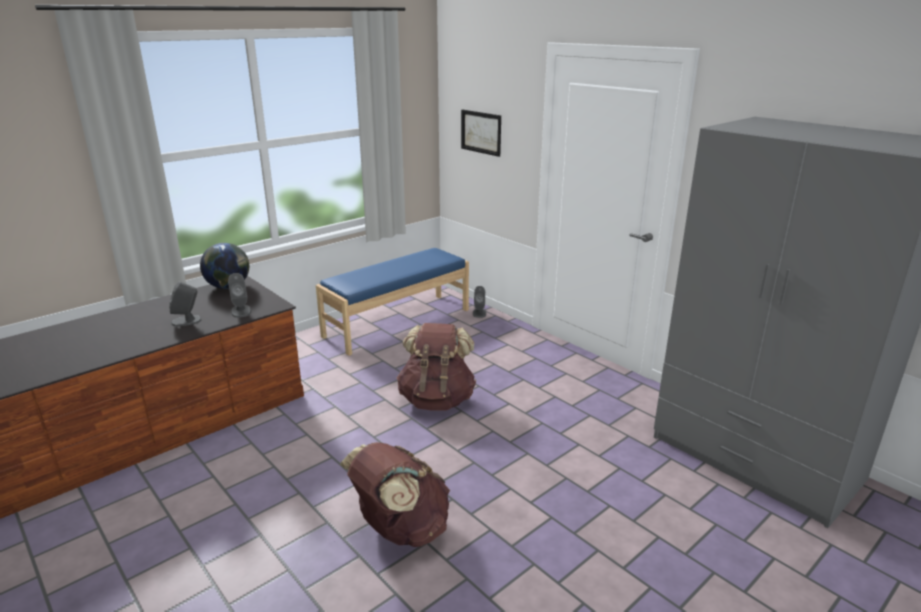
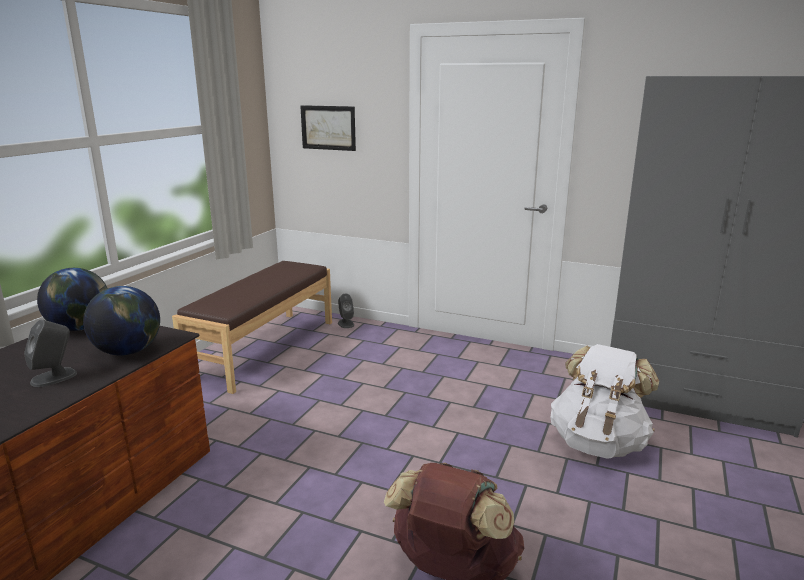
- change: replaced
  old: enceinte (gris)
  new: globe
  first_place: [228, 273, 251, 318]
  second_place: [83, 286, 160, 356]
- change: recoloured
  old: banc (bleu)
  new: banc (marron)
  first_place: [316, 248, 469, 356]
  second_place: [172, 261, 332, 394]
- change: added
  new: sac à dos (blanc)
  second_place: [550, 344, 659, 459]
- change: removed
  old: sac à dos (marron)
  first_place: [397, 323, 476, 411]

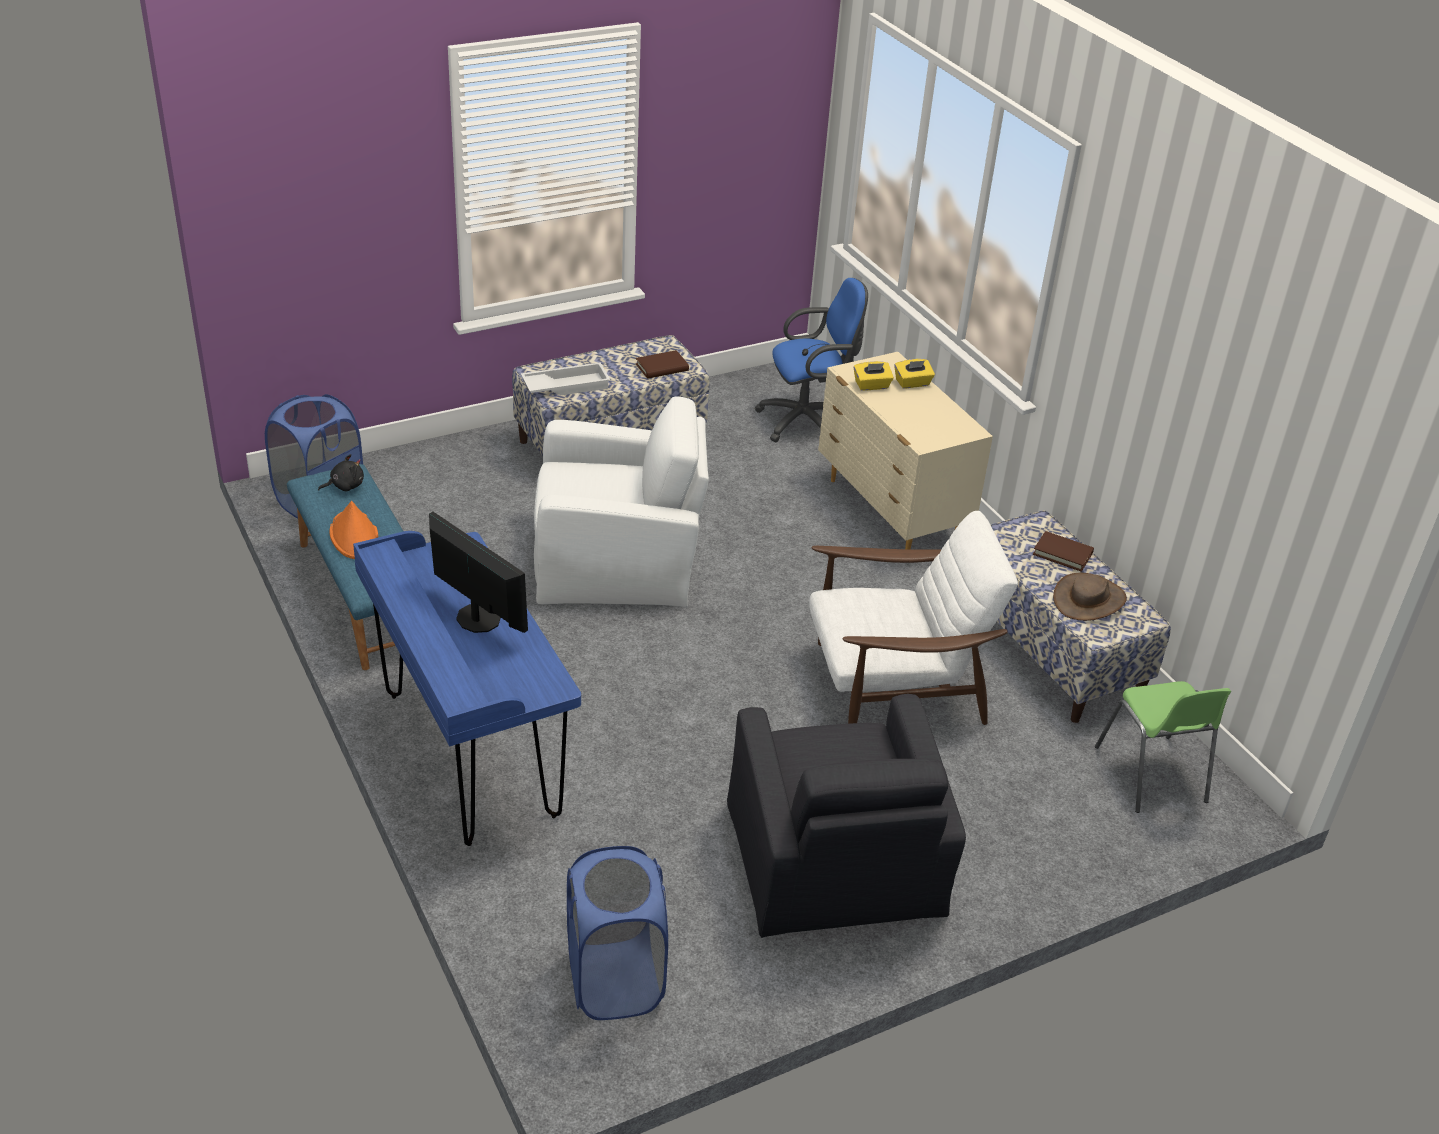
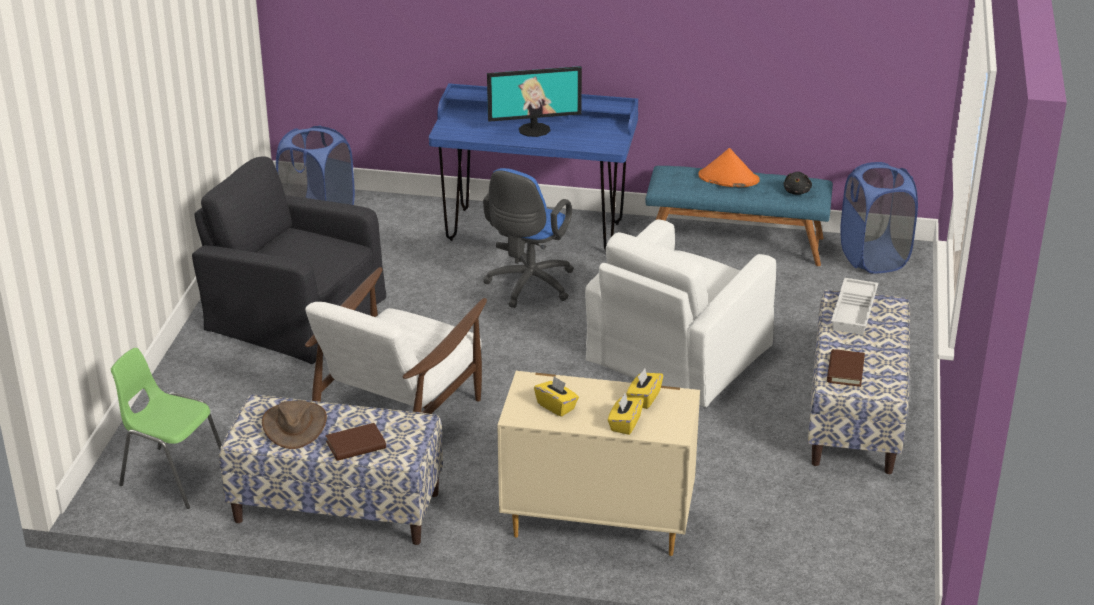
- change: moved
  old: chaise de bureau (bleu)
  first_place: [755, 278, 868, 442]
  second_place: [483, 168, 574, 308]
- change: added
  new: boîte à mouchoirs (jaune)
  second_place: [534, 376, 579, 417]

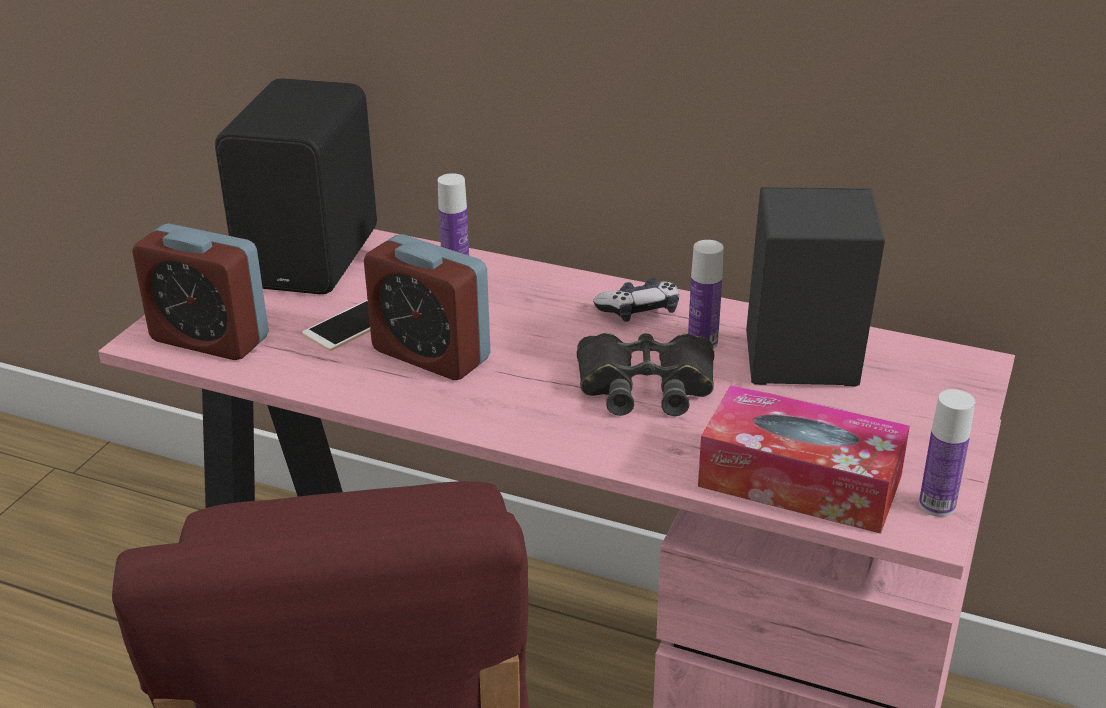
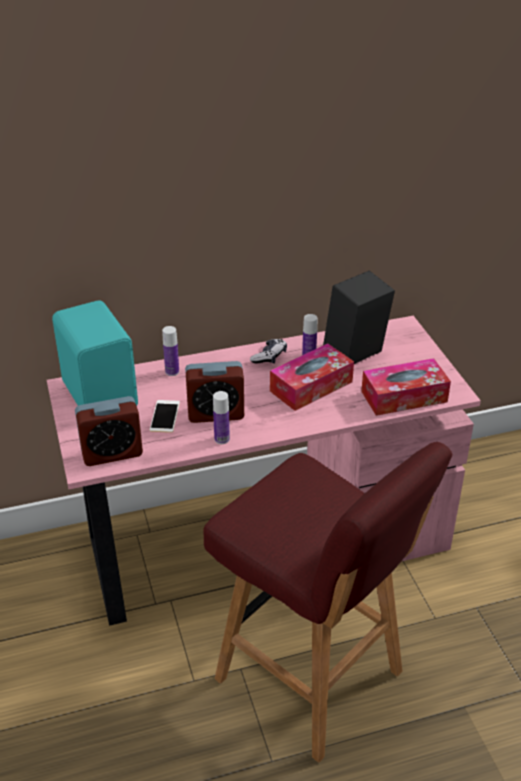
- change: recoloured
  old: enceinte (noir)
  new: enceinte (turquoise)
  first_place: [215, 78, 377, 294]
  second_place: [52, 300, 138, 406]
- change: moved
  old: bouteille
  first_place: [919, 389, 975, 517]
  second_place: [213, 391, 230, 444]
- change: replaced
  old: jumelles (noir)
  new: boîte à mouchoirs
  first_place: [577, 333, 714, 416]
  second_place: [270, 343, 354, 411]

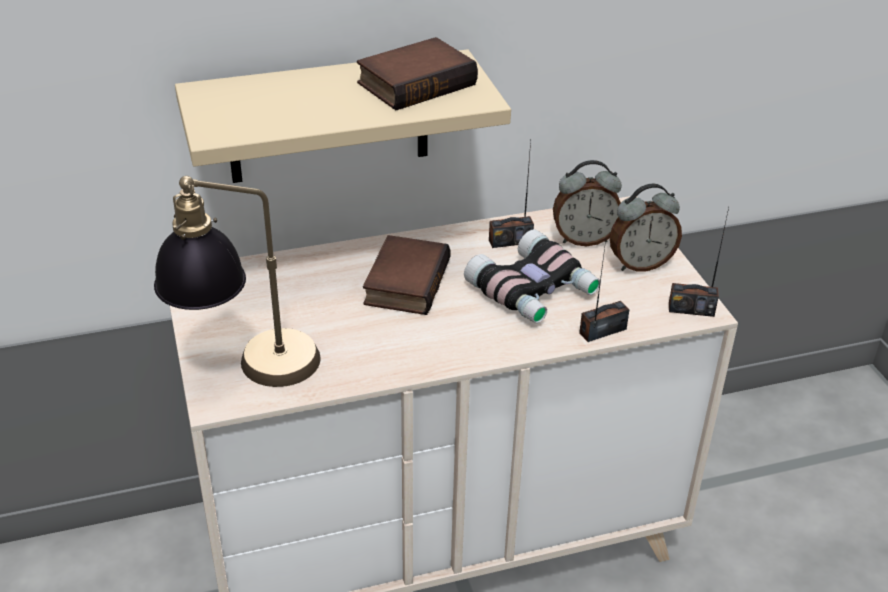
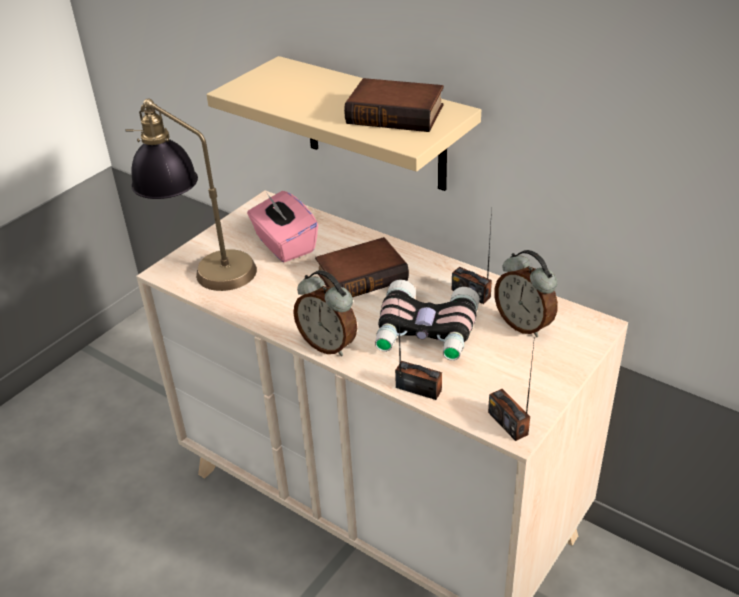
- change: added
  new: boîte à mouchoirs (rose)
  second_place: [247, 191, 318, 262]
- change: moved
  old: réveil
  first_place: [610, 184, 682, 272]
  second_place: [293, 270, 357, 356]

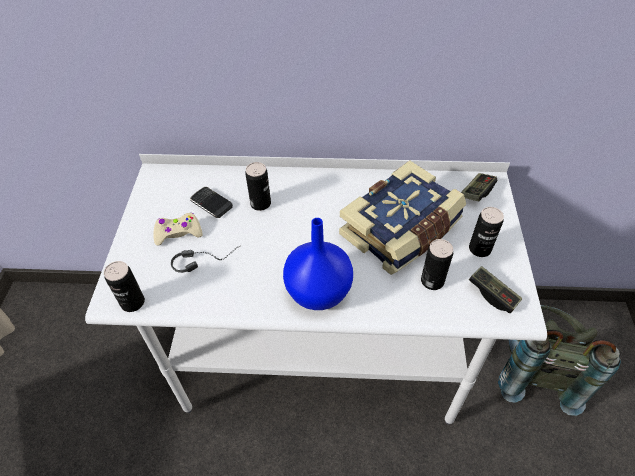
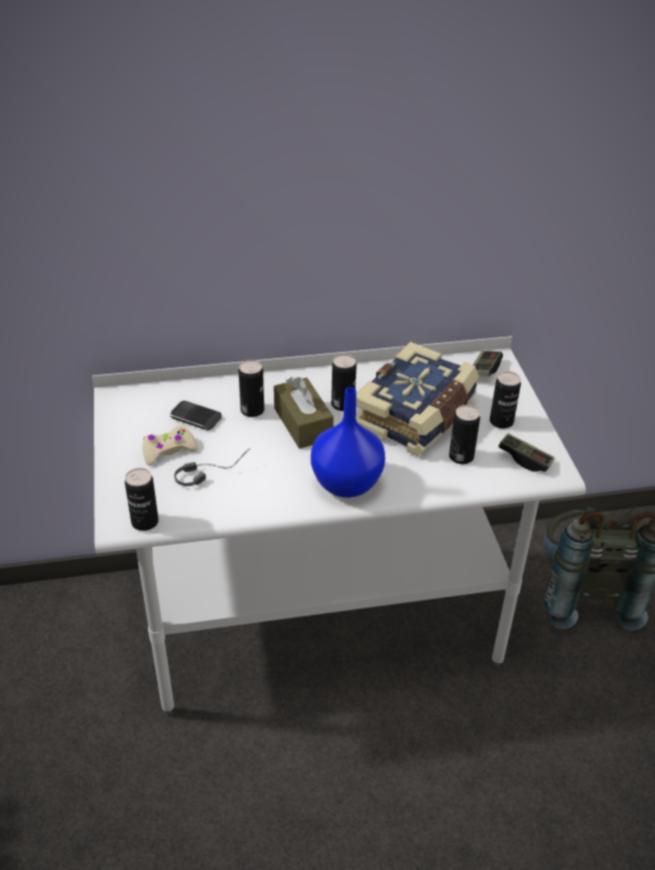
- change: added
  new: boîte à mouchoirs (marron)
  second_place: [274, 377, 334, 449]
- change: added
  new: boîte métallique
  second_place: [331, 354, 356, 411]

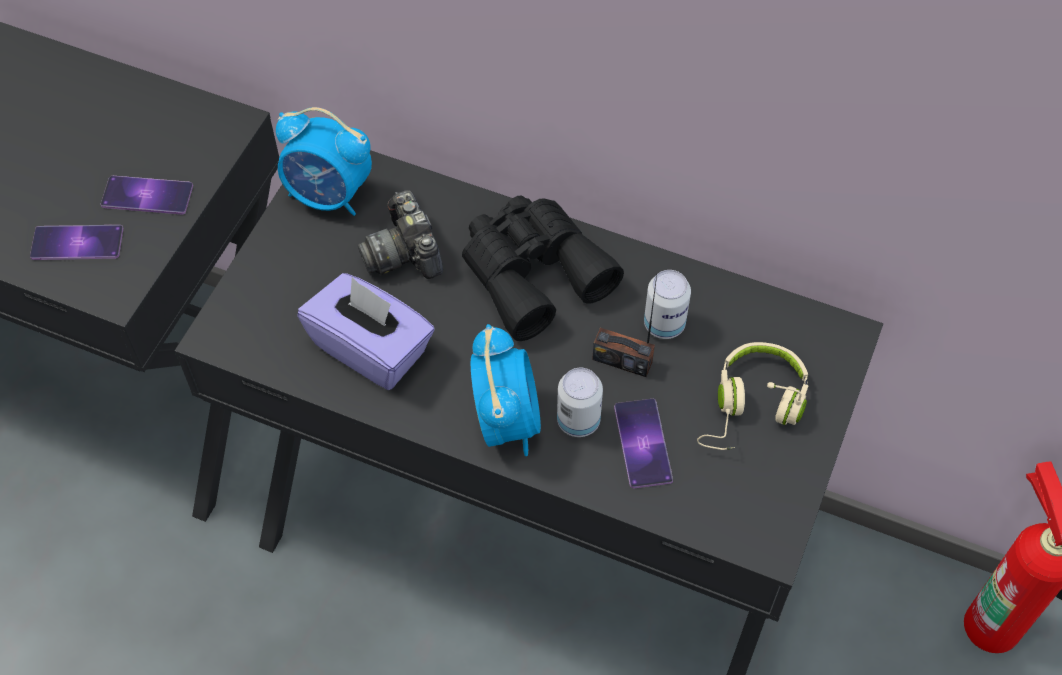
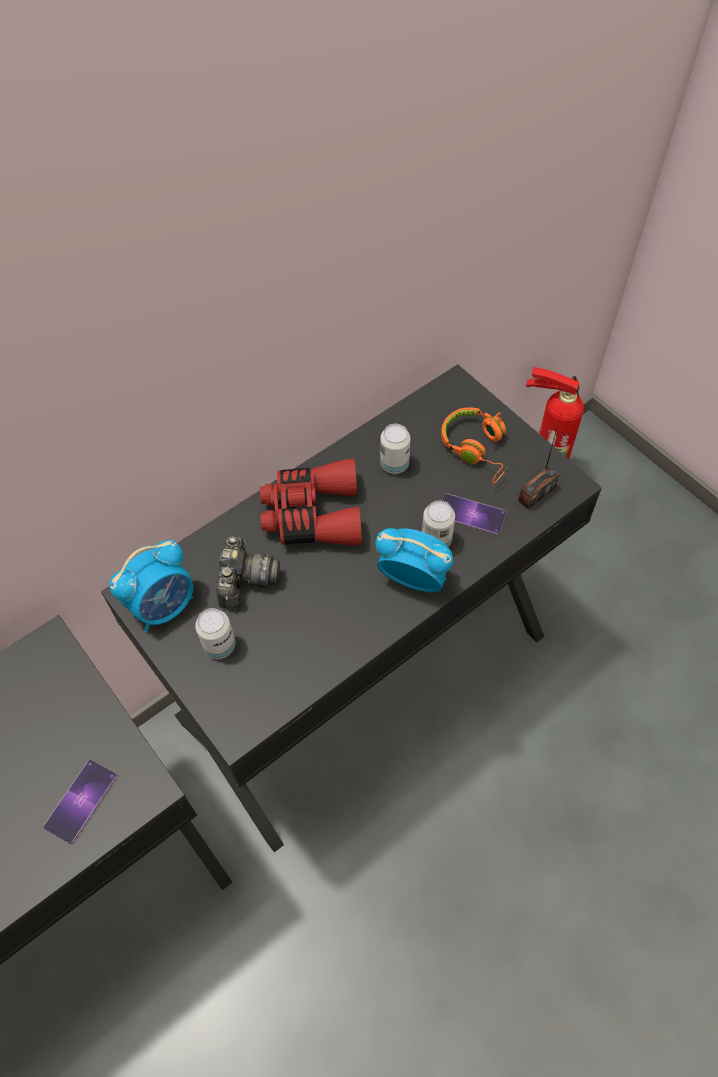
- change: added
  new: boîte métallique
  second_place: [195, 608, 236, 659]
- change: turned
  old: appareil photo
  first_place: [358, 190, 443, 279]
  second_place: [216, 536, 280, 609]
  degrees: -90
- change: recoloured
  old: jumelles (noir)
  new: jumelles (rouge)
  first_place: [462, 195, 624, 341]
  second_place: [260, 459, 362, 546]
- change: recoloured
  old: casque audio (beige)
  new: casque audio (orange)
  first_place: [697, 342, 808, 450]
  second_place: [441, 408, 508, 484]
- change: moved
  old: radio
  first_place: [592, 275, 657, 377]
  second_place: [518, 414, 561, 509]
- change: removed
  old: téléphone
  first_place: [101, 176, 193, 214]
- change: removed
  old: boîte à mouchoirs (violet)
  first_place: [297, 273, 435, 390]

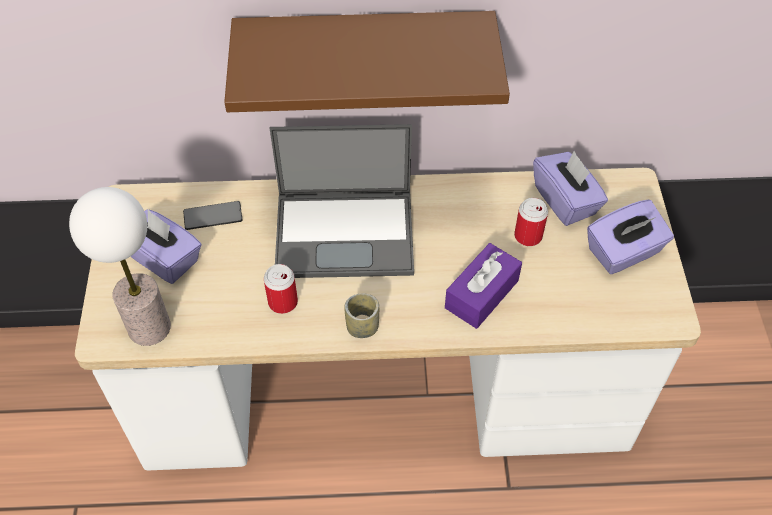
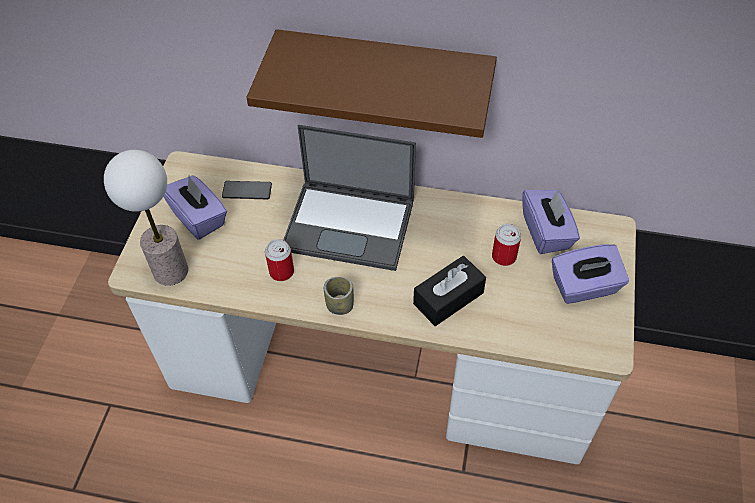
- change: recoloured
  old: boîte à mouchoirs (violet)
  new: boîte à mouchoirs (noir)
  first_place: [445, 243, 522, 329]
  second_place: [413, 256, 486, 326]

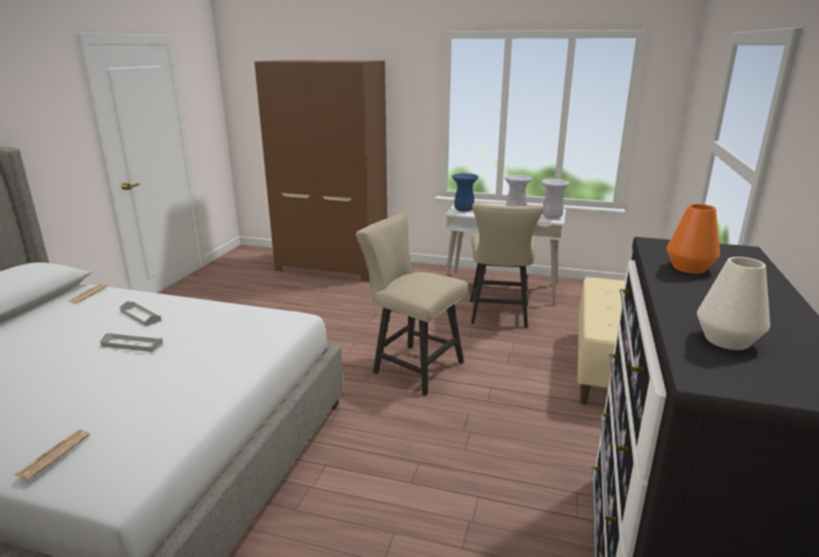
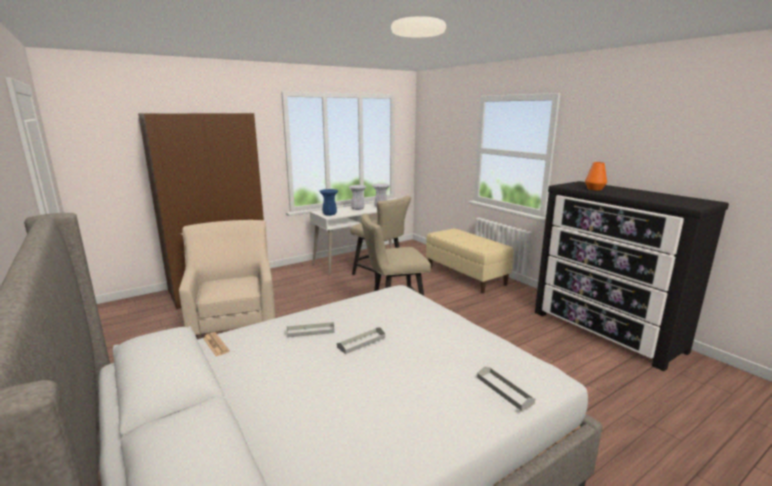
- change: added
  new: fauteuil (beige)
  second_place: [179, 220, 275, 339]
- change: replaced
  old: journal
  new: plateau (gris)
  first_place: [15, 430, 90, 480]
  second_place: [477, 366, 535, 411]
- change: removed
  old: vase (blanc)
  first_place: [697, 257, 770, 350]

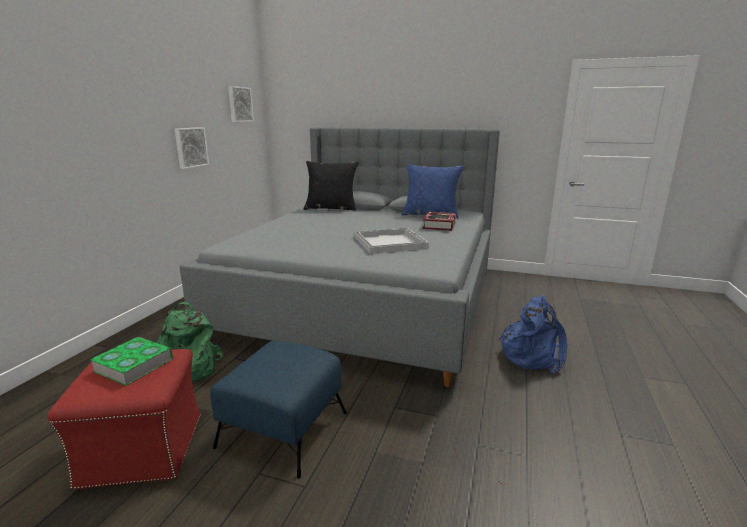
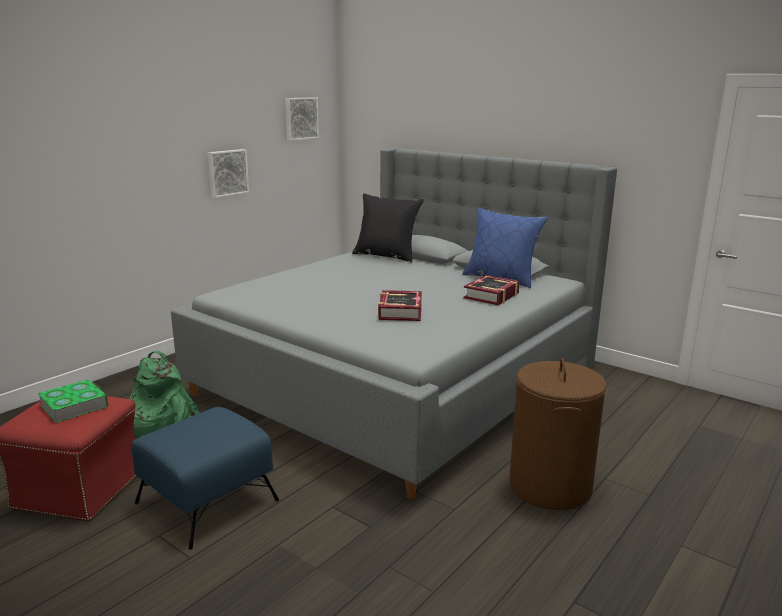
- change: replaced
  old: plateau (blanc)
  new: livre
  first_place: [354, 228, 429, 254]
  second_place: [378, 290, 422, 321]
- change: replaced
  old: sac à dos (bleu)
  new: panier à linge (marron)
  first_place: [499, 295, 567, 374]
  second_place: [509, 358, 607, 510]

